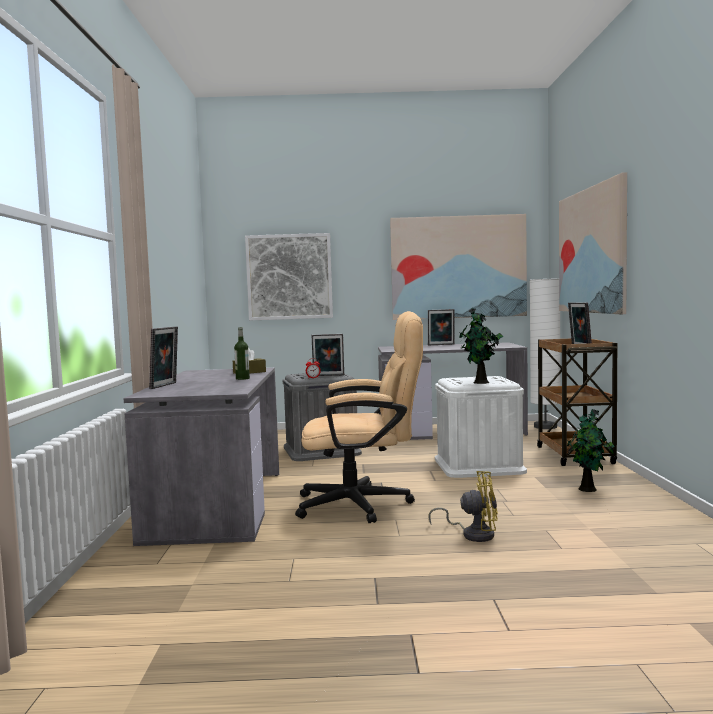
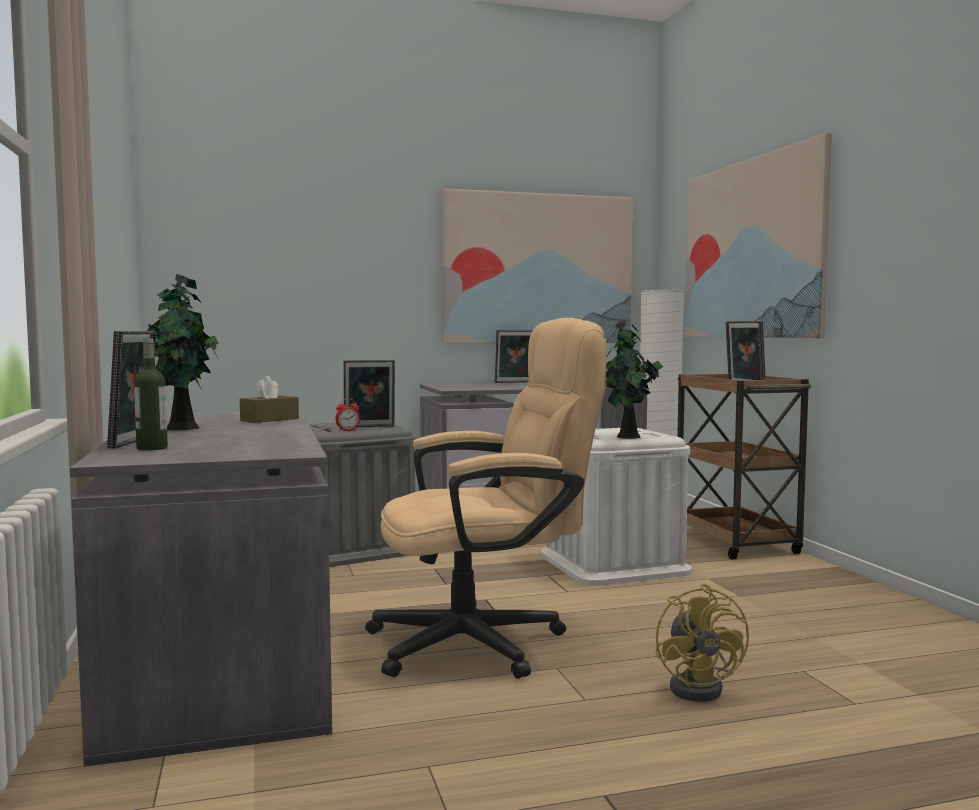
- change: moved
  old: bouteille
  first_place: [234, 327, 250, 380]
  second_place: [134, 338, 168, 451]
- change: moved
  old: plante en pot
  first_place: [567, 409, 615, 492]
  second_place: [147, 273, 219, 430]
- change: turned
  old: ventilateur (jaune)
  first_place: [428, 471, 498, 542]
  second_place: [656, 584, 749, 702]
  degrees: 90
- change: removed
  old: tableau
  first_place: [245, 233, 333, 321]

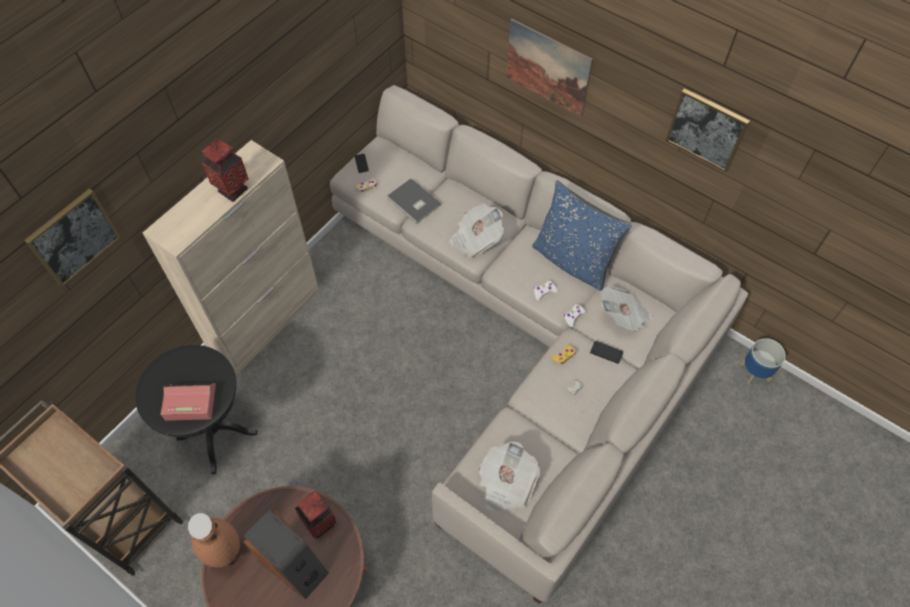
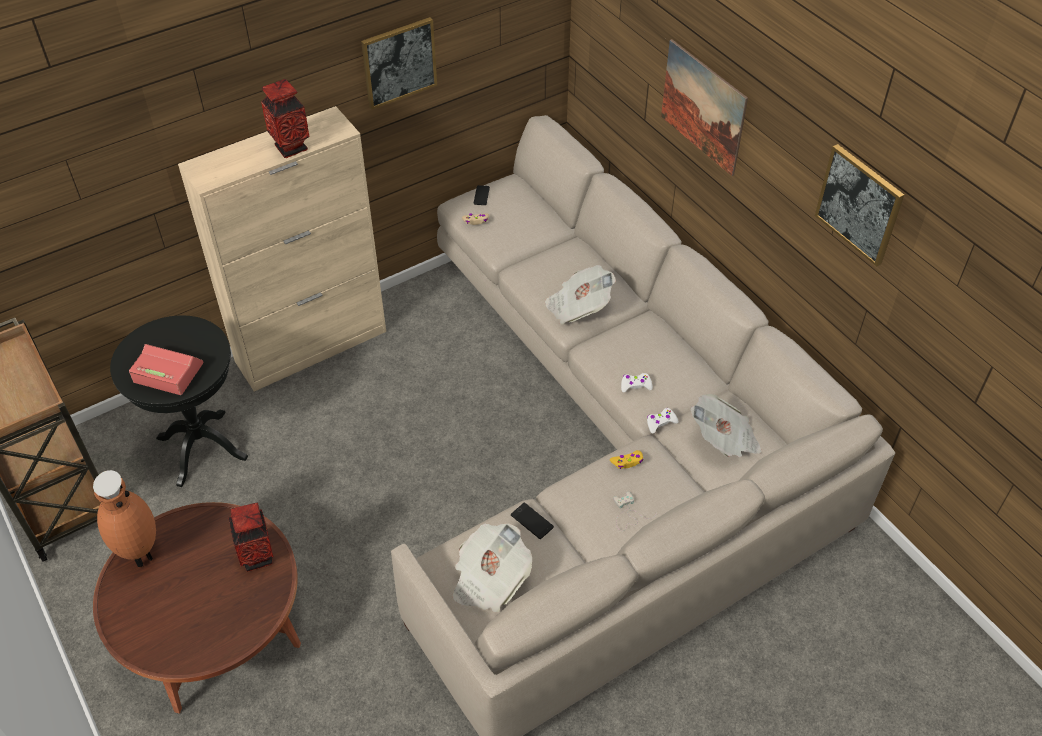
- change: moved
  old: tableau
  first_place: [24, 188, 121, 287]
  second_place: [361, 17, 437, 109]
- change: moved
  old: téléphone
  first_place: [590, 341, 623, 364]
  second_place: [511, 503, 554, 539]
- change: removed
  old: enceinte
  first_place: [243, 509, 329, 599]
- change: removed
  old: livre (gris)
  first_place: [387, 178, 440, 223]
- change: removed
  old: coussin (bleu)
  first_place: [532, 180, 632, 291]
- change: removed
  old: cache-pot
  first_place: [740, 338, 786, 384]

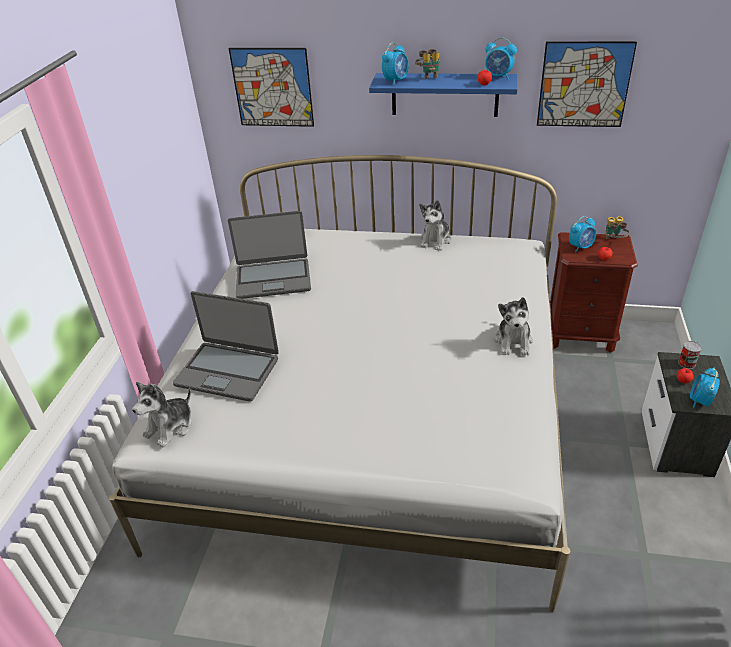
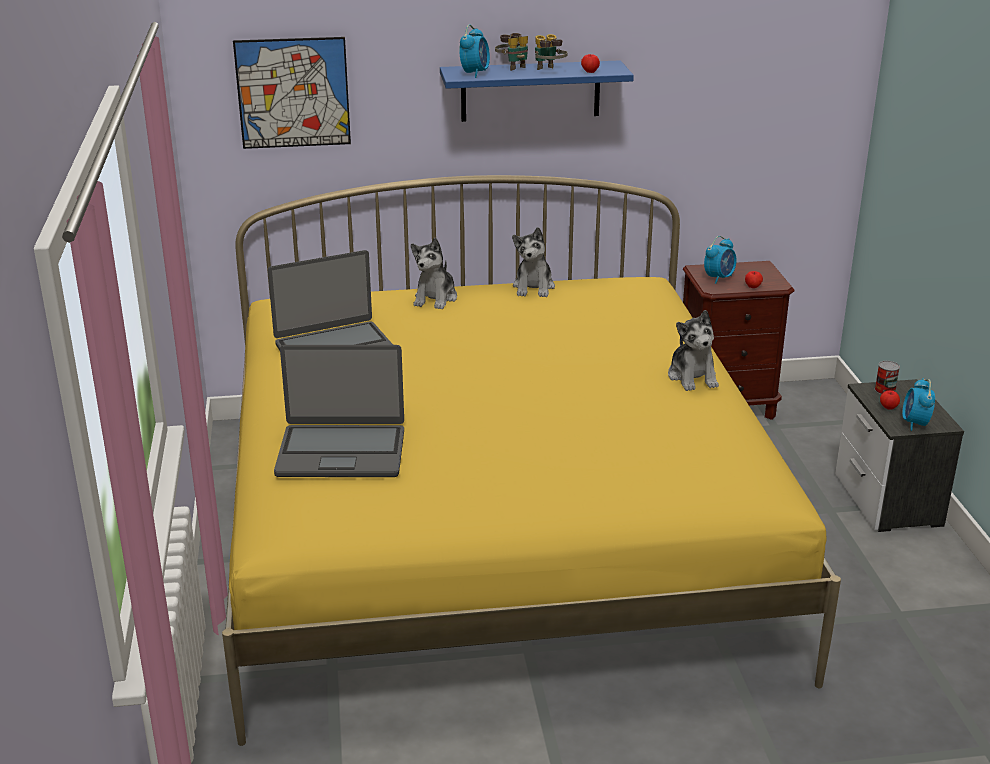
- change: recoloured
  old: lit (blanc)
  new: lit (jaune)
  first_place: [109, 155, 570, 612]
  second_place: [222, 175, 841, 746]
- change: moved
  old: peluche
  first_place: [132, 382, 192, 447]
  second_place: [411, 238, 457, 309]
- change: moved
  old: jumelles
  first_place: [606, 216, 630, 239]
  second_place: [535, 34, 568, 70]
- change: removed
  old: réveil
  first_place: [485, 37, 517, 79]
- change: removed
  old: tableau
  first_place: [537, 41, 637, 127]

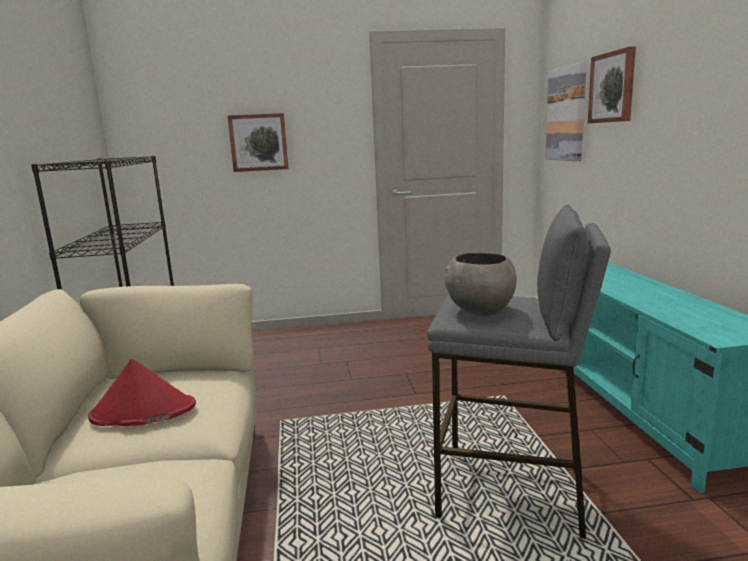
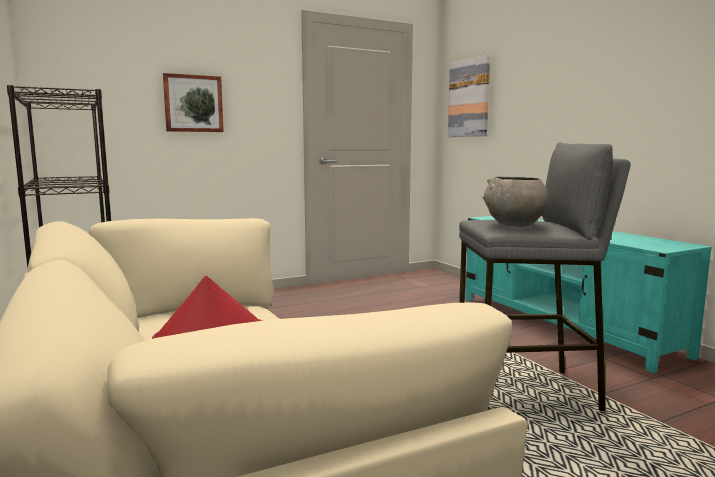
- change: removed
  old: tableau
  first_place: [588, 46, 636, 123]

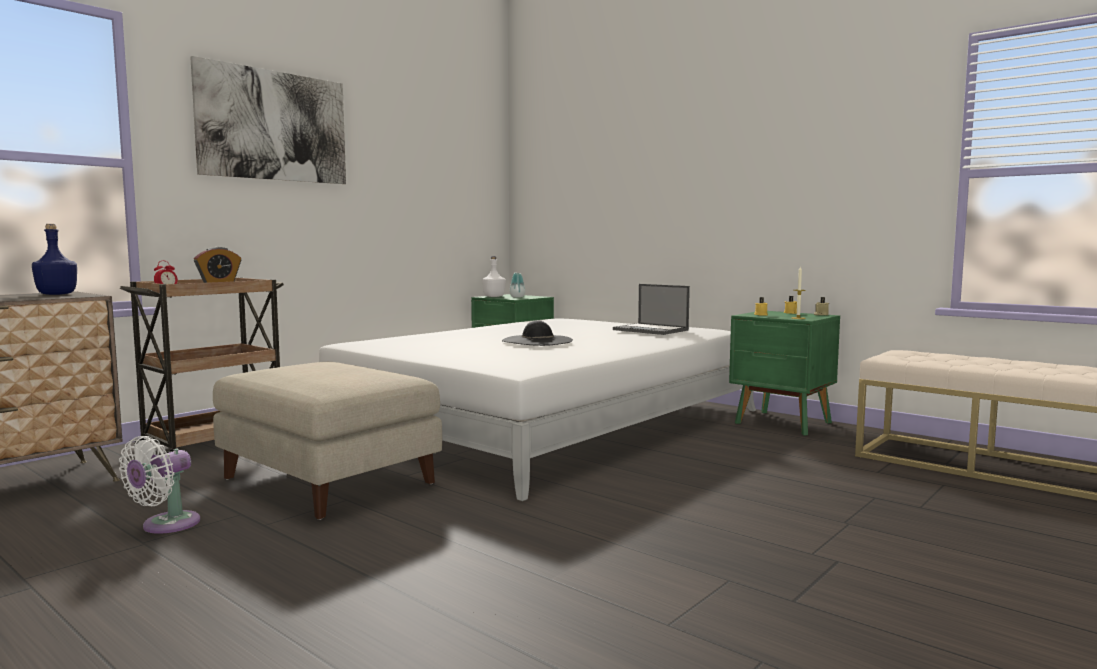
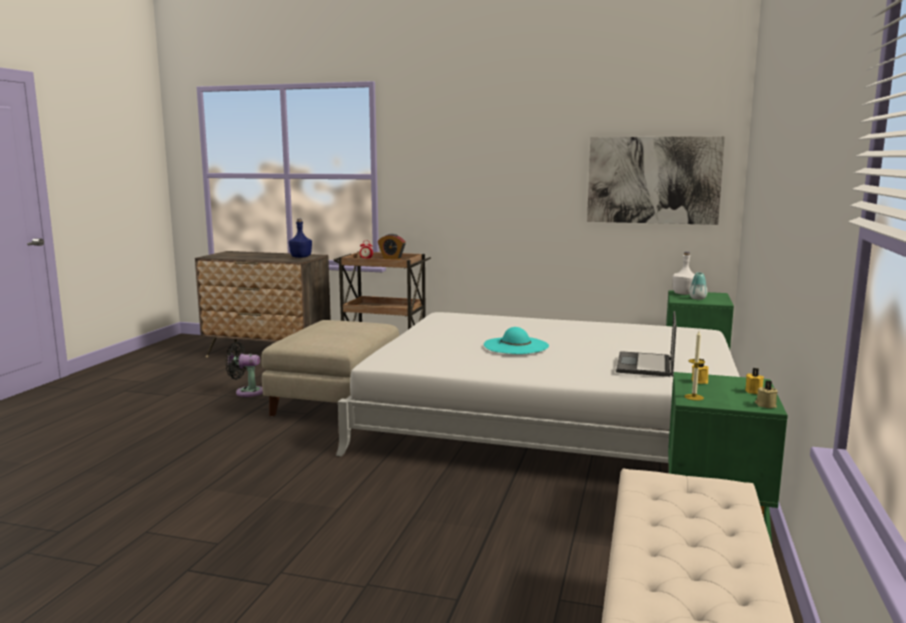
- change: recoloured
  old: ventilateur (blanc)
  new: ventilateur (noir)
  first_place: [119, 436, 200, 534]
  second_place: [226, 342, 263, 397]
- change: recoloured
  old: chapeau (noir)
  new: chapeau (turquoise)
  first_place: [502, 320, 573, 346]
  second_place: [484, 327, 549, 354]
- change: moved
  old: tableau
  first_place: [190, 56, 346, 184]
  second_place: [587, 136, 725, 225]

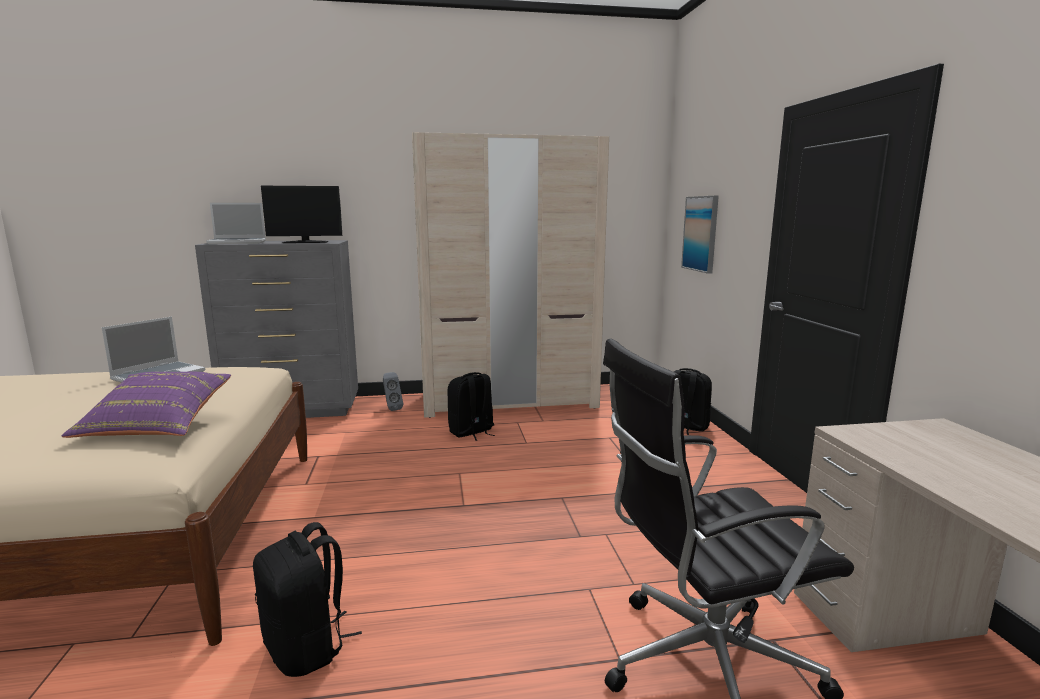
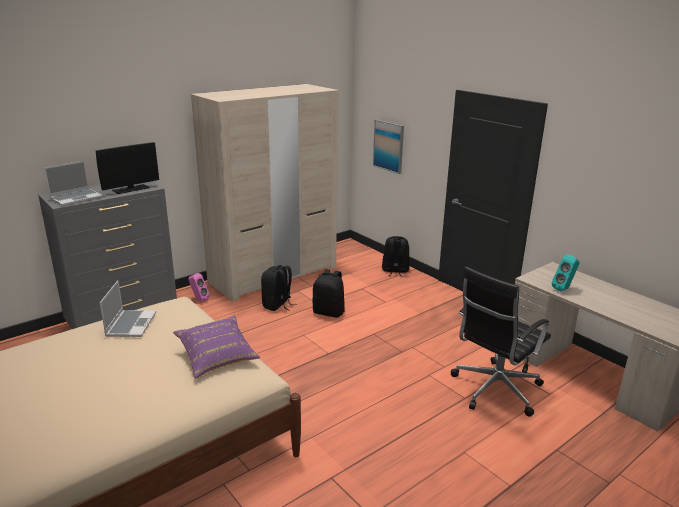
- change: recoloured
  old: enceinte (gris)
  new: enceinte (rose)
  first_place: [383, 372, 403, 411]
  second_place: [188, 273, 210, 302]
- change: moved
  old: sac à dos (noir)
  first_place: [253, 522, 362, 677]
  second_place: [312, 269, 345, 318]
- change: added
  new: enceinte (turquoise)
  second_place: [552, 255, 580, 292]

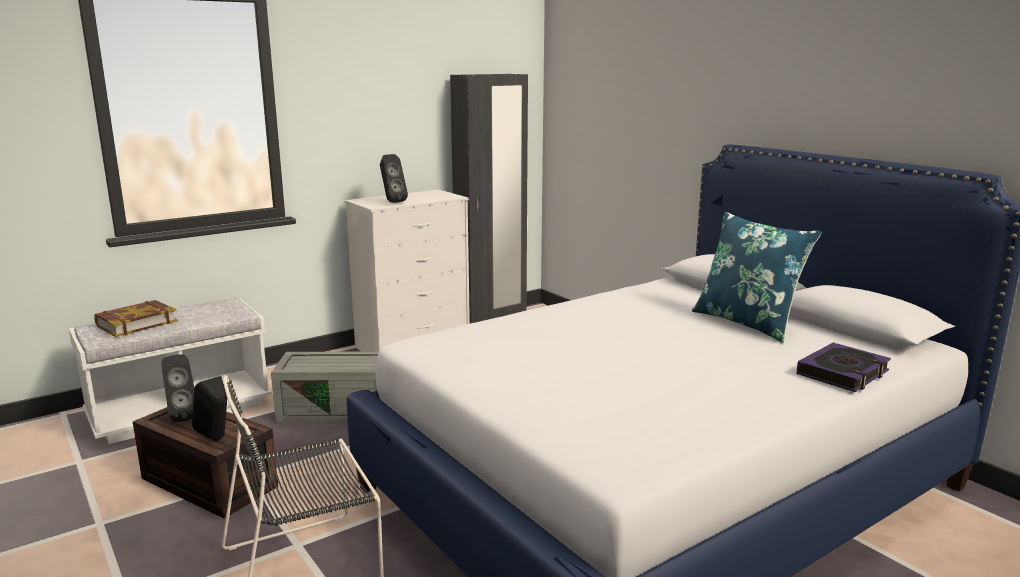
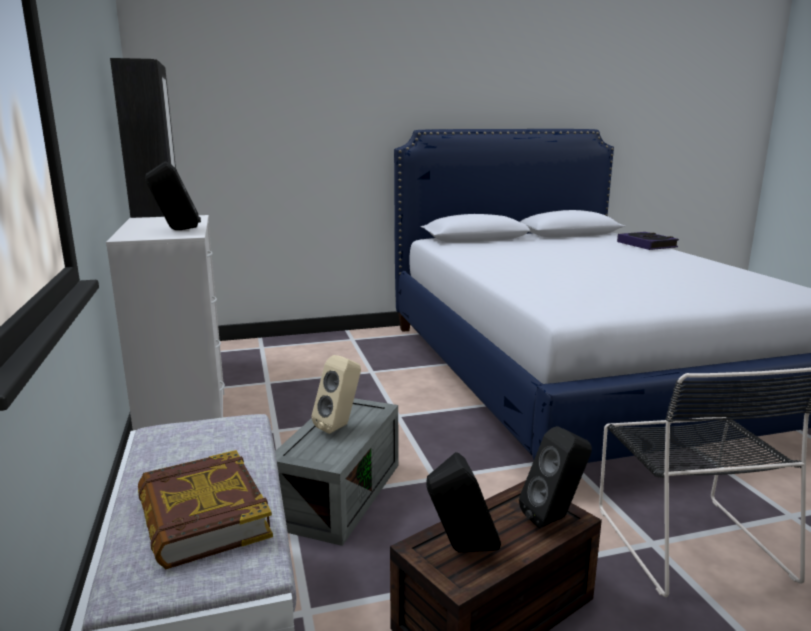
- change: added
  new: enceinte (beige)
  second_place: [311, 355, 361, 434]
- change: removed
  old: coussin (bleu)
  first_place: [692, 212, 822, 343]

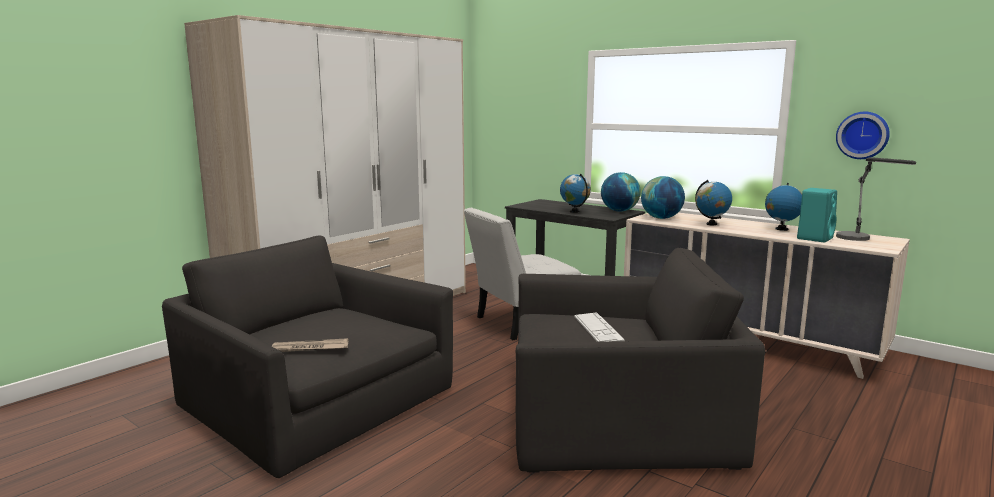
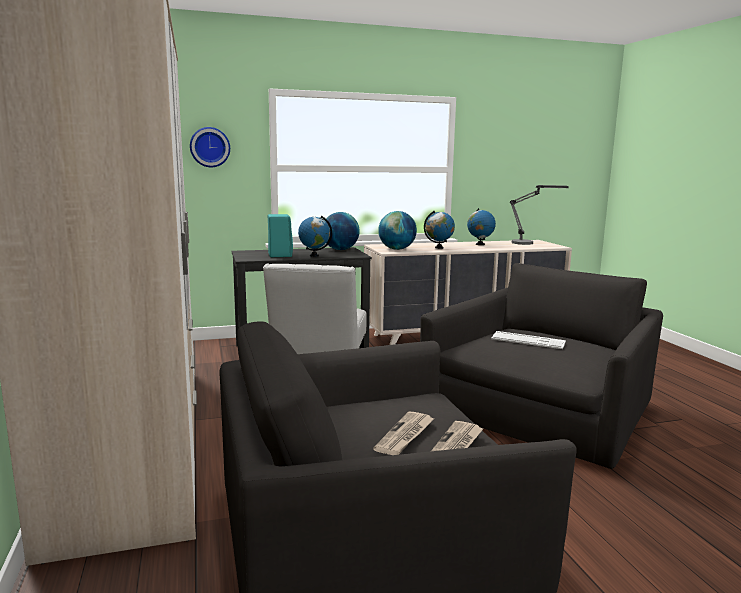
- change: moved
  old: horloge murale
  first_place: [836, 112, 890, 159]
  second_place: [190, 127, 230, 167]
- change: moved
  old: enceinte (turquoise)
  first_place: [797, 188, 837, 242]
  second_place: [268, 214, 293, 257]
- change: added
  new: journal
  second_place: [373, 411, 435, 455]

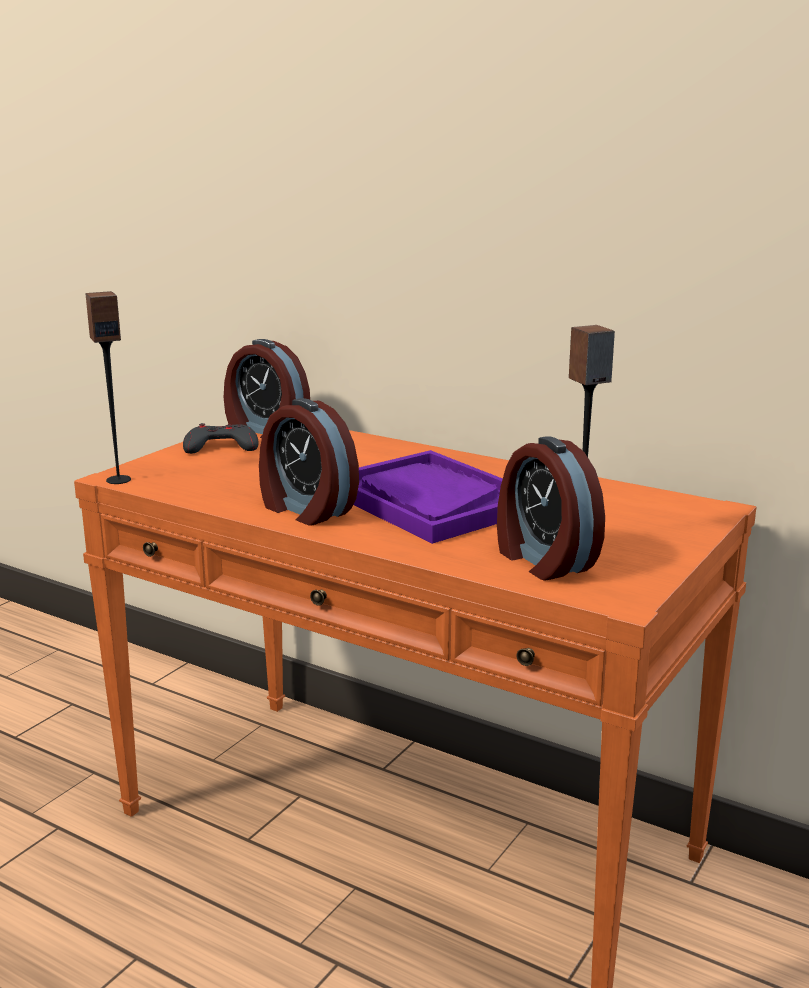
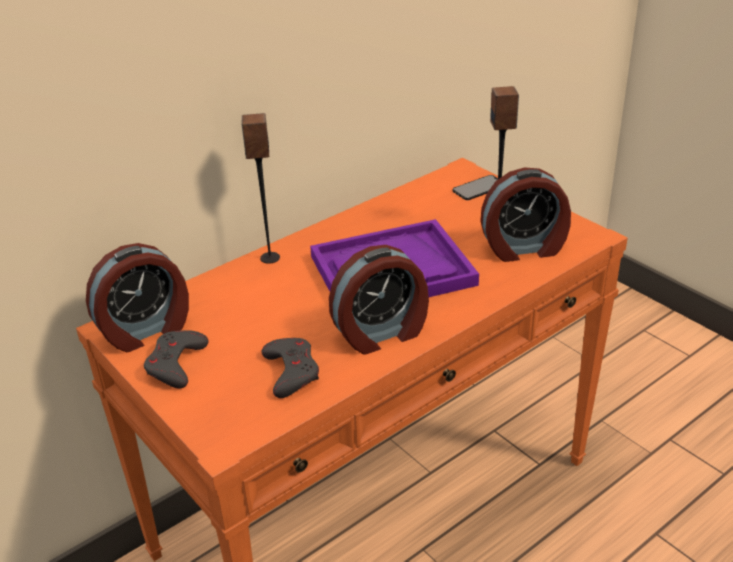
- change: moved
  old: enceinte
  first_place: [86, 291, 131, 484]
  second_place: [242, 113, 280, 264]
- change: added
  new: manette (gris)
  second_place: [262, 338, 319, 398]
- change: added
  new: téléphone
  second_place: [453, 175, 498, 200]

